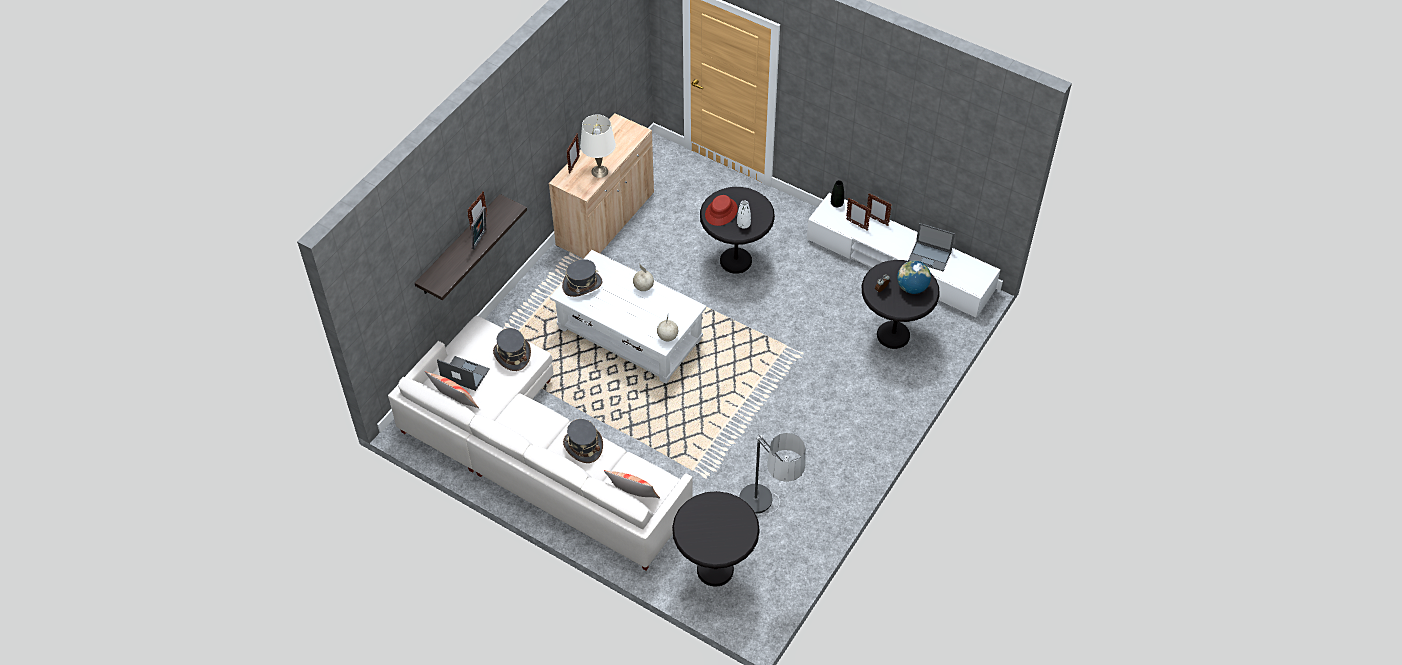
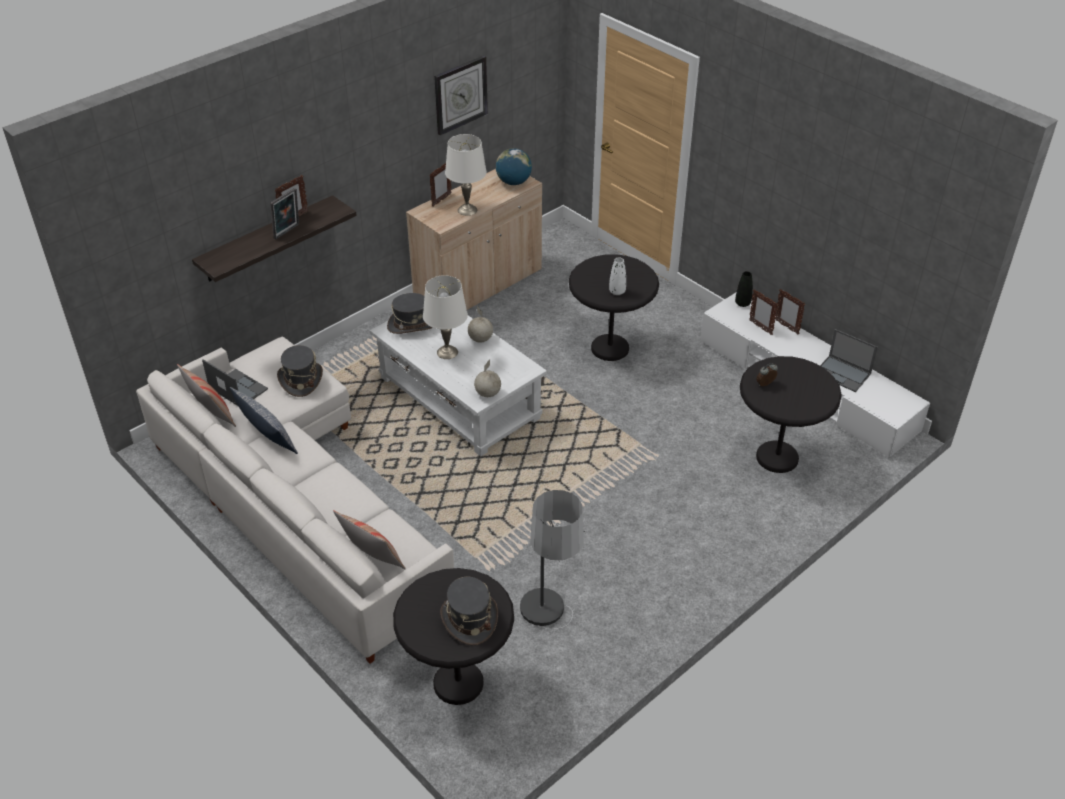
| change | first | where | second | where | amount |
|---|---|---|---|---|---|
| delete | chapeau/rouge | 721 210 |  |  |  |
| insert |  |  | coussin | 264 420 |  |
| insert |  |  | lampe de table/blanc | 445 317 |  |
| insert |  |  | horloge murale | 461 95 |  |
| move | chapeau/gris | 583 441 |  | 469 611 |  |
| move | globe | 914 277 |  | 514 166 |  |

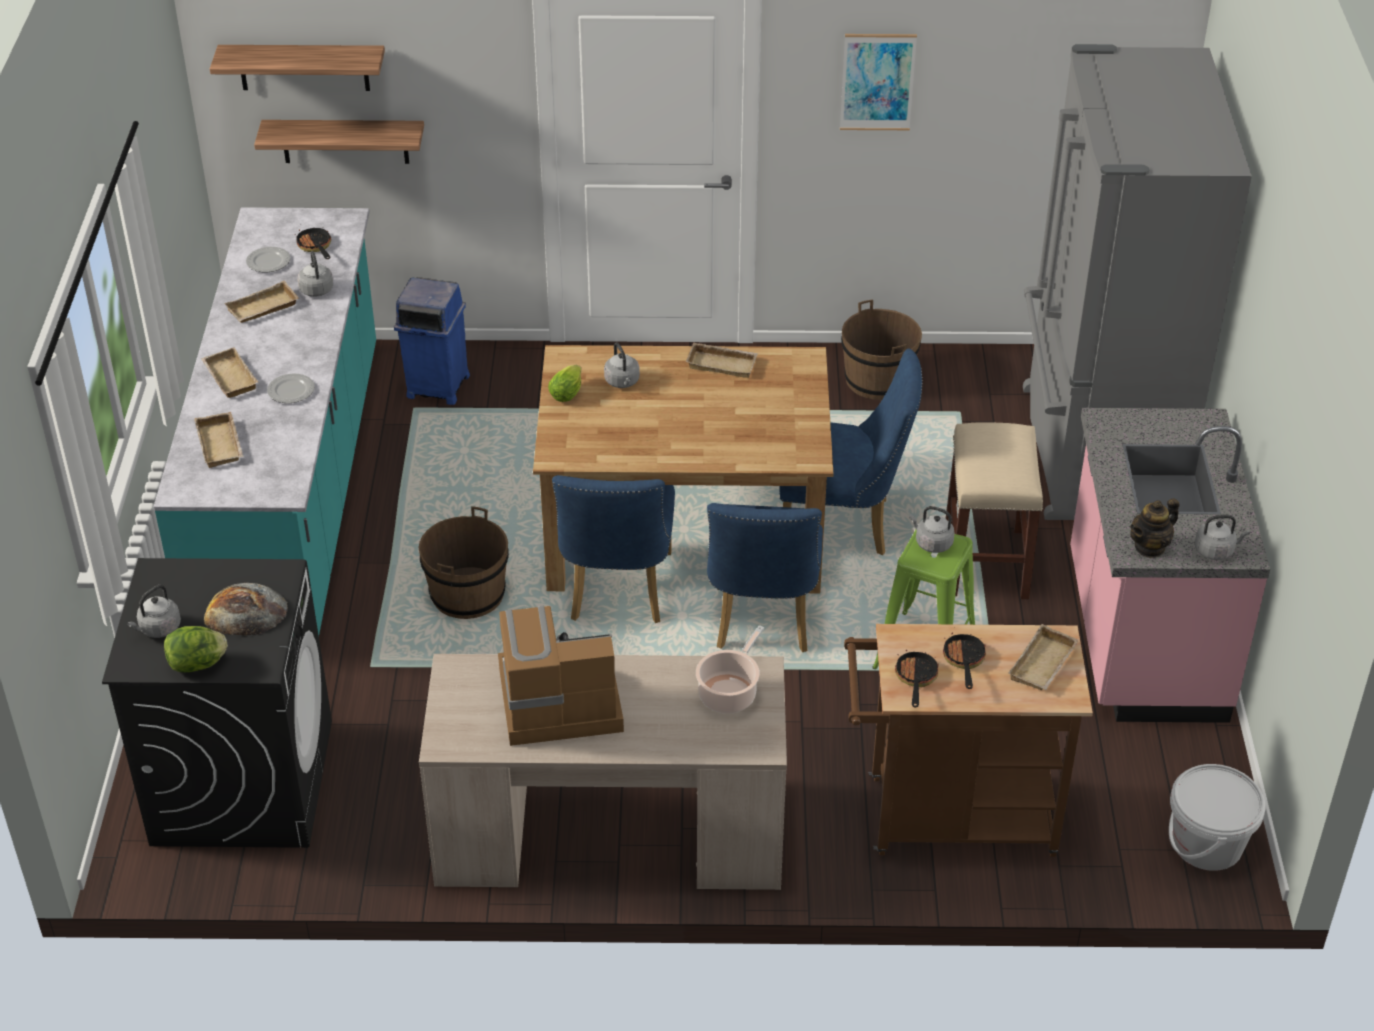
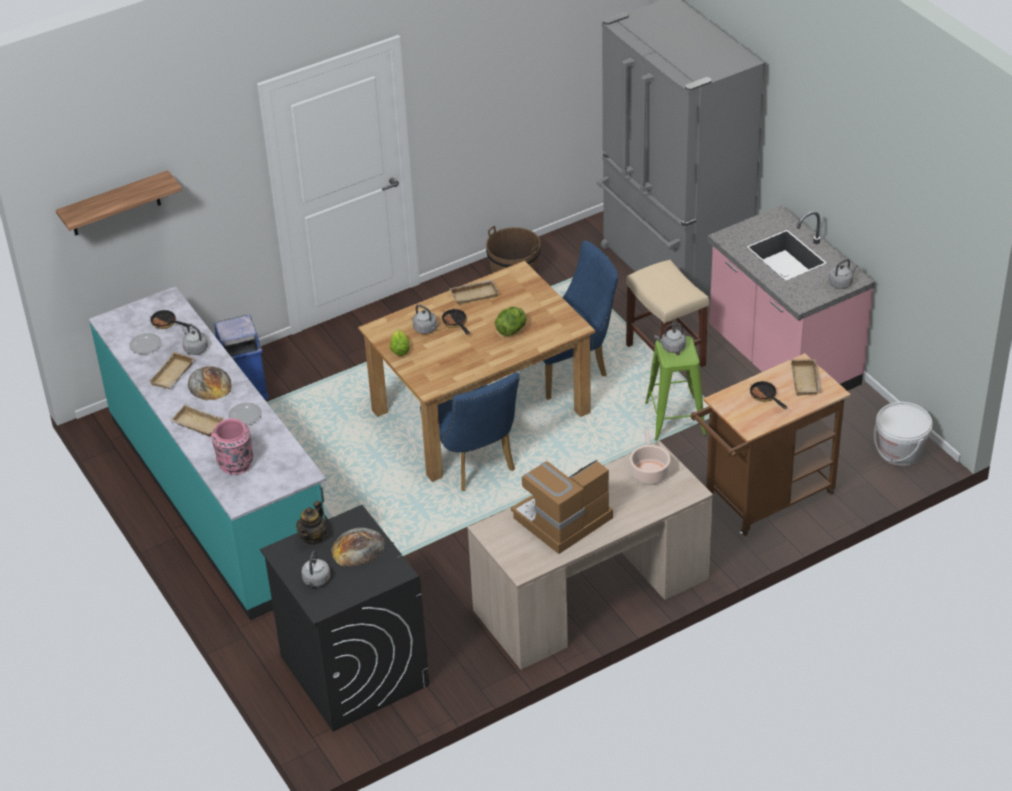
| change | first | where | second | where | amount |
|---|---|---|---|---|---|
| delete | étagère | 339 142 |  |  |  |
| delete | seau/marron | 463 562 |  |  |  |
| delete | chaise/bleu | 765 577 |  |  |  |
| delete | tableau | 878 82 |  |  |  |
| insert |  |  | pain | 210 383 |  |
| move | laitue | 196 649 |  | 510 321 |  |
| move | poêle | 917 678 |  | 456 322 |  |
| move | théière | 1154 528 |  | 311 523 |  |
| replace | plateau/beige | 218 440 | vase/rose | 232 446 |  |

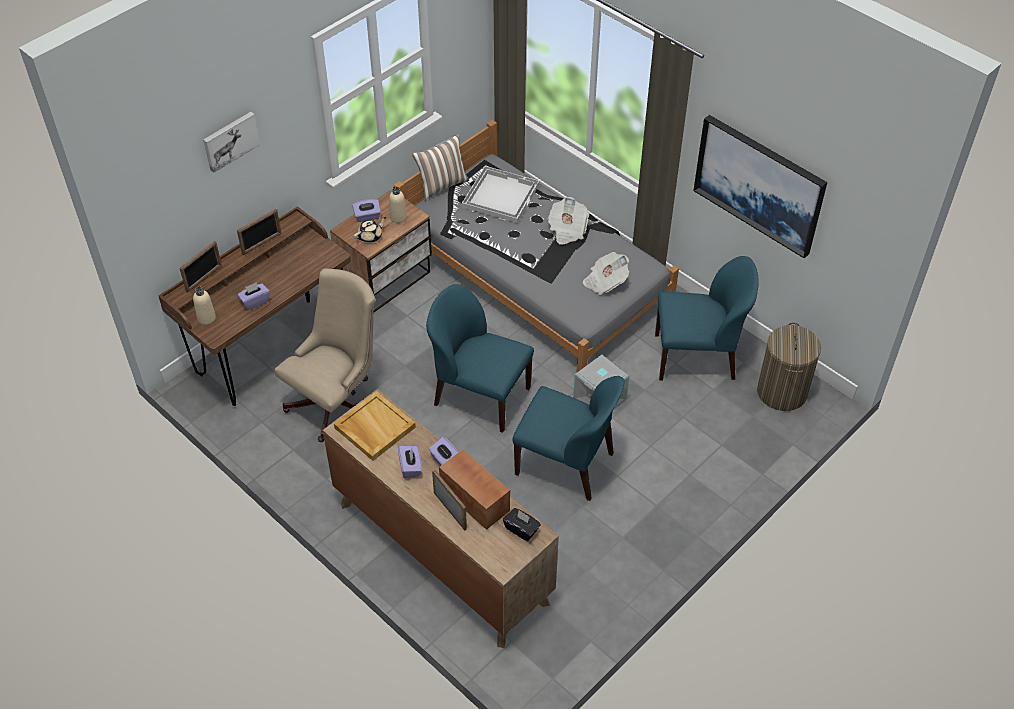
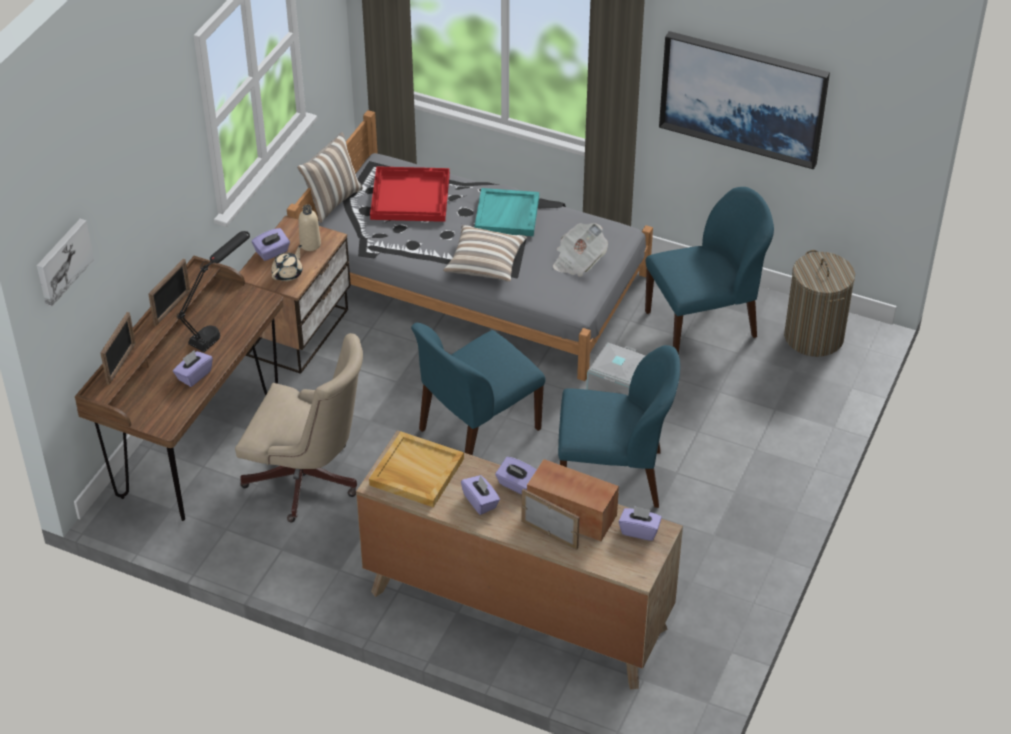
| change | first | where | second | where | amount |
|---|---|---|---|---|---|
| delete | bouteille/beige | 204 306 |  |  |  |
| insert |  |  | lampe de table/noir | 213 291 |  |
| insert |  |  | coussin | 485 253 |  |
| move | tableau | 231 142 |  | 65 263 |  |
| replace | journal | 568 221 | plateau/turquoise | 506 212 |  |
| recolor | plateau/blanc | 500 194 | plateau/rouge | 410 194 |  |
| recolor | boîte à mouchoirs/noir | 522 524 | boîte à mouchoirs/violet | 640 523 |  |
| rotate | chaise de bureau/beige | 325 355 |  | 299 428 | 90 degrees clockwise |
| rotate | chaise/bleu | 480 358 |  | 478 389 | 45 degrees counterclockwise |

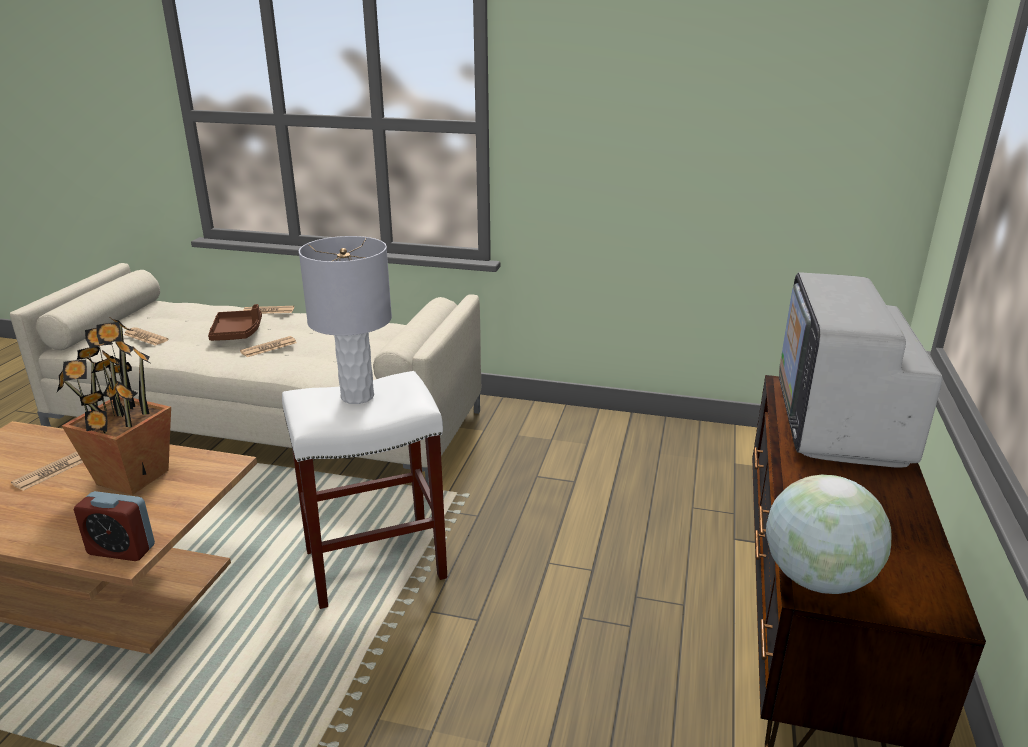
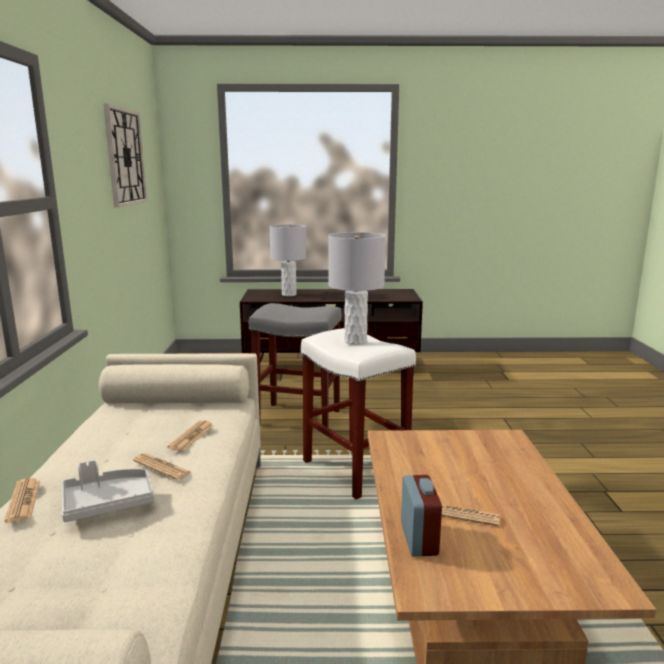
| change | first | where | second | where | amount |
|---|---|---|---|---|---|
| delete | plante en pot | 114 406 |  |  |  |
| delete | globe | 829 534 |  |  |  |
| insert |  |  | horloge murale | 125 156 |  |
| insert |  |  | tabouret/gris | 295 365 |  |
| move | réveil | 114 526 |  | 421 516 |  |
| move | journal | 146 336 |  | 190 435 |  |
| replace | téléviseur | 861 370 | lampe de table/gris | 288 260 |  |
| recolor | plateau/marron | 235 322 | plateau/gris | 108 491 |  |

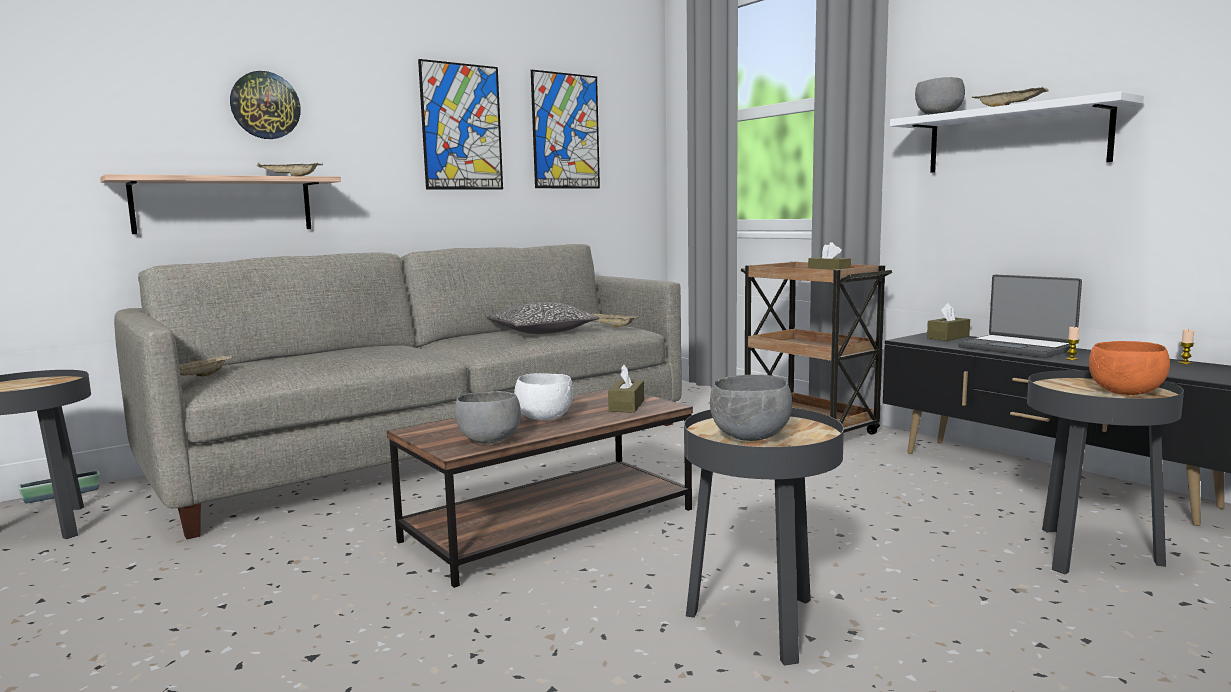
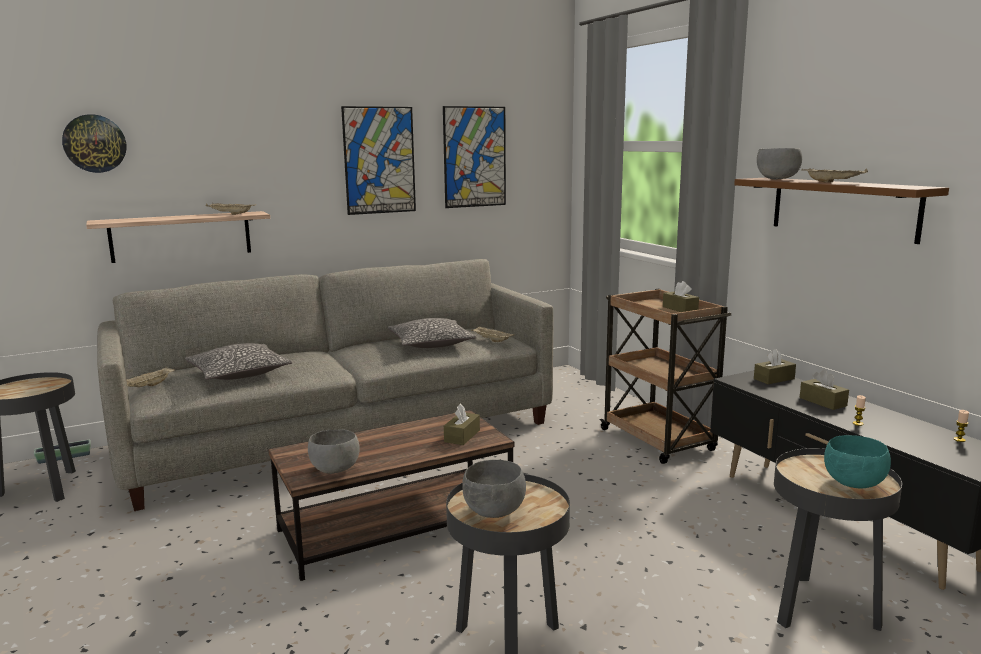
| change | first | where | second | where | amount |
|---|---|---|---|---|---|
| delete | bol/blanc | 543 396 |  |  |  |
| insert |  |  | coussin | 238 361 |  |
| move | horloge murale | 265 105 |  | 94 143 |  |
| replace | ordinateur portable | 1020 316 | boîte à mouchoirs/marron | 824 390 |  |
| recolor | étagère/blanc | 1017 132 | étagère/marron | 841 211 |  |
| recolor | bol/orange | 1129 368 | bol/turquoise | 857 461 |  |

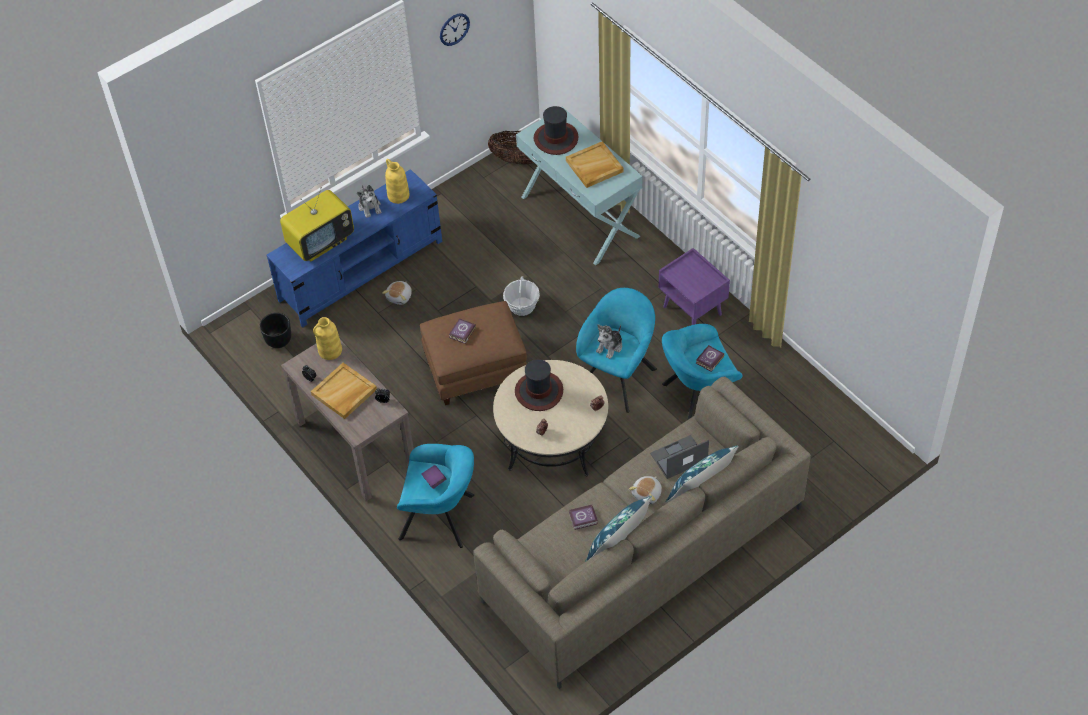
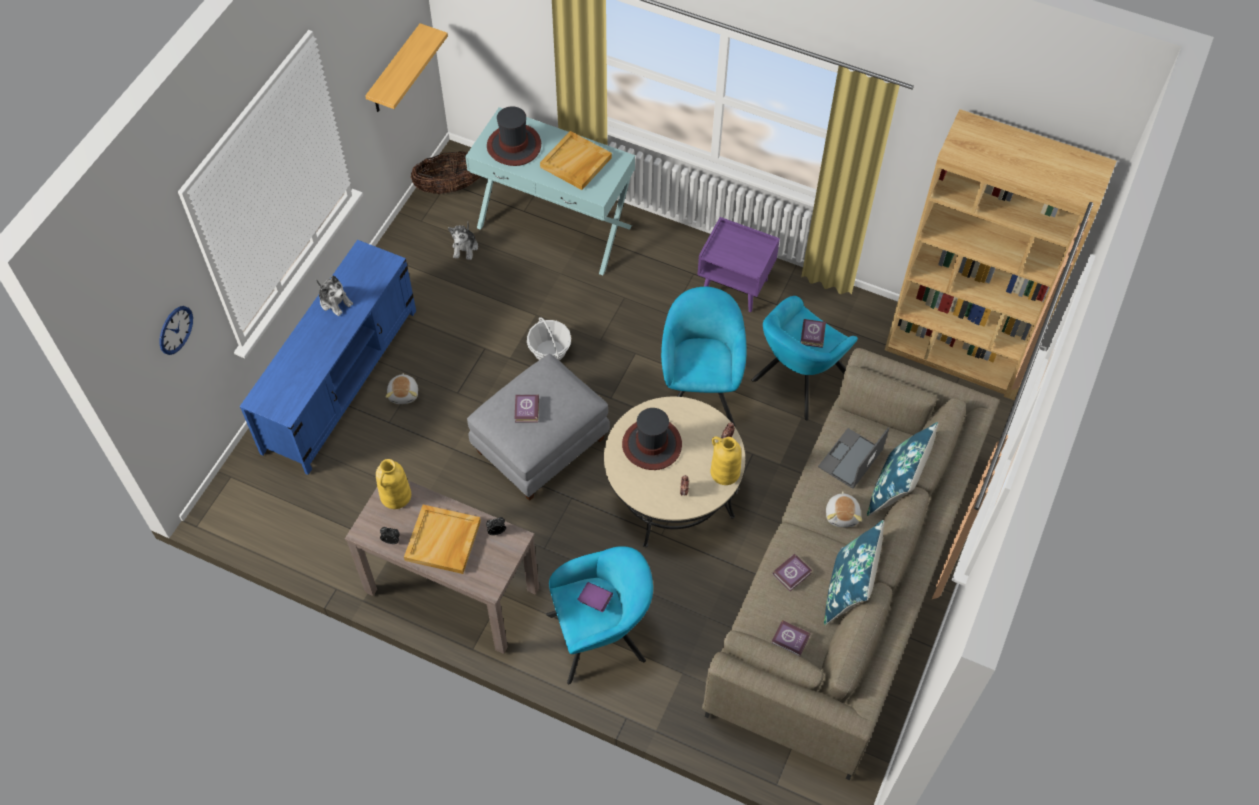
| change | first | where | second | where | amount |
|---|---|---|---|---|---|
| delete | cache-pot/noir | 275 330 |  |  |  |
| delete | téléviseur | 317 224 |  |  |  |
| insert |  |  | étagère | 406 67 |  |
| insert |  |  | livre | 791 638 |  |
| insert |  |  | bibliothèque/marron | 1001 255 |  |
| move | vase/jaune | 397 181 |  | 726 461 |  |
| move | horloge murale | 455 29 |  | 176 330 |  |
| move | peluche | 609 341 |  | 463 241 |  |
| recolor | pouf/marron | 473 353 | pouf/gris | 538 427 |  |

